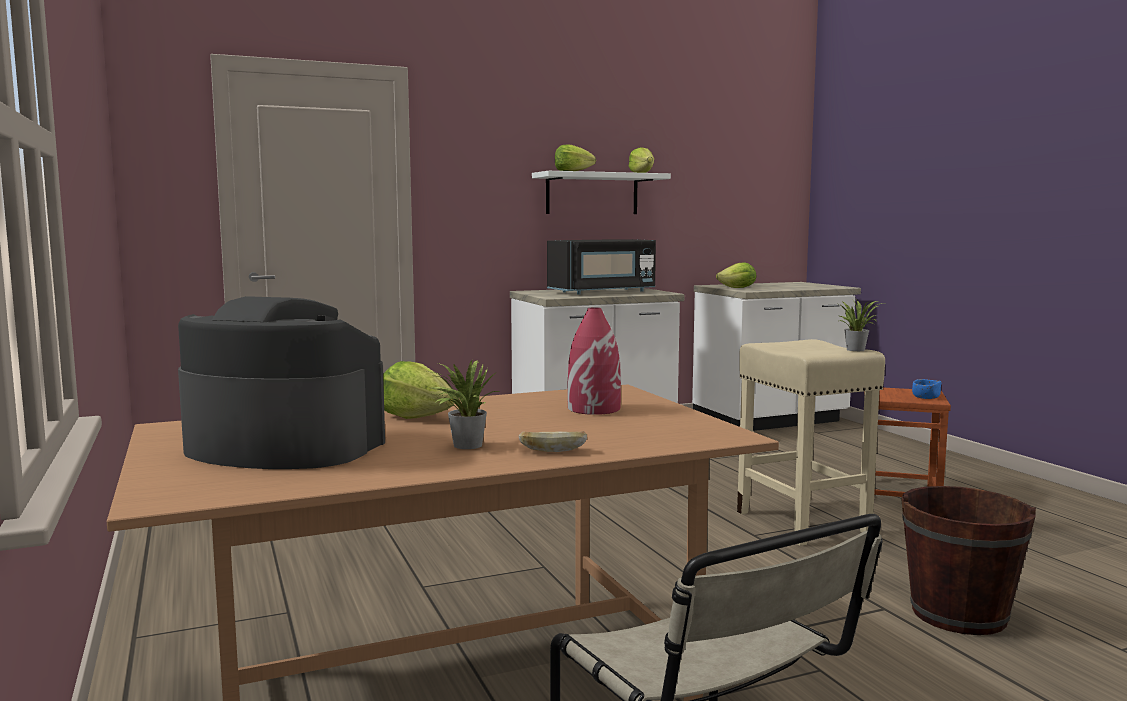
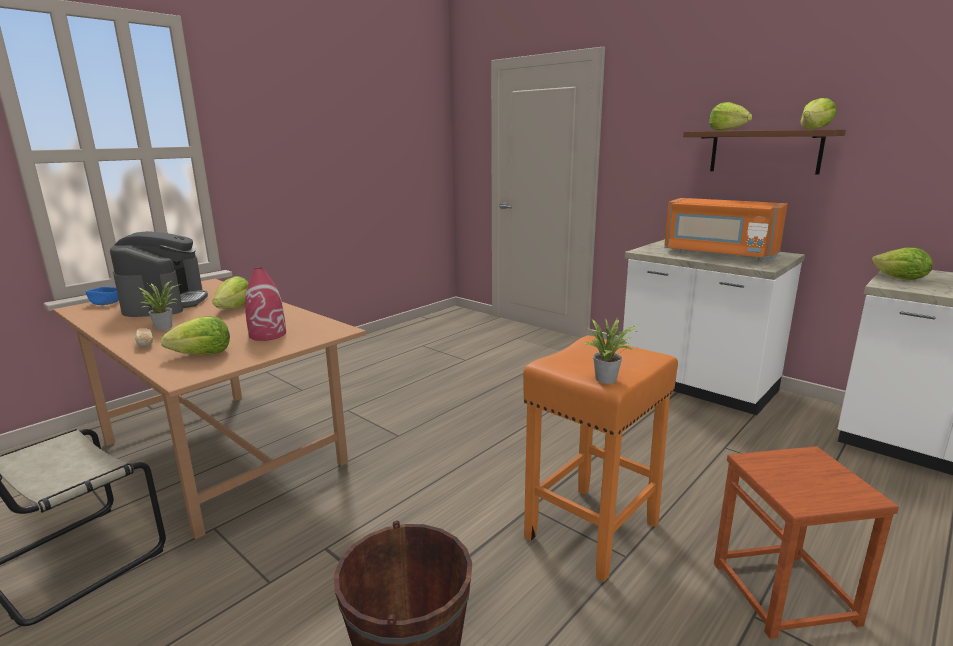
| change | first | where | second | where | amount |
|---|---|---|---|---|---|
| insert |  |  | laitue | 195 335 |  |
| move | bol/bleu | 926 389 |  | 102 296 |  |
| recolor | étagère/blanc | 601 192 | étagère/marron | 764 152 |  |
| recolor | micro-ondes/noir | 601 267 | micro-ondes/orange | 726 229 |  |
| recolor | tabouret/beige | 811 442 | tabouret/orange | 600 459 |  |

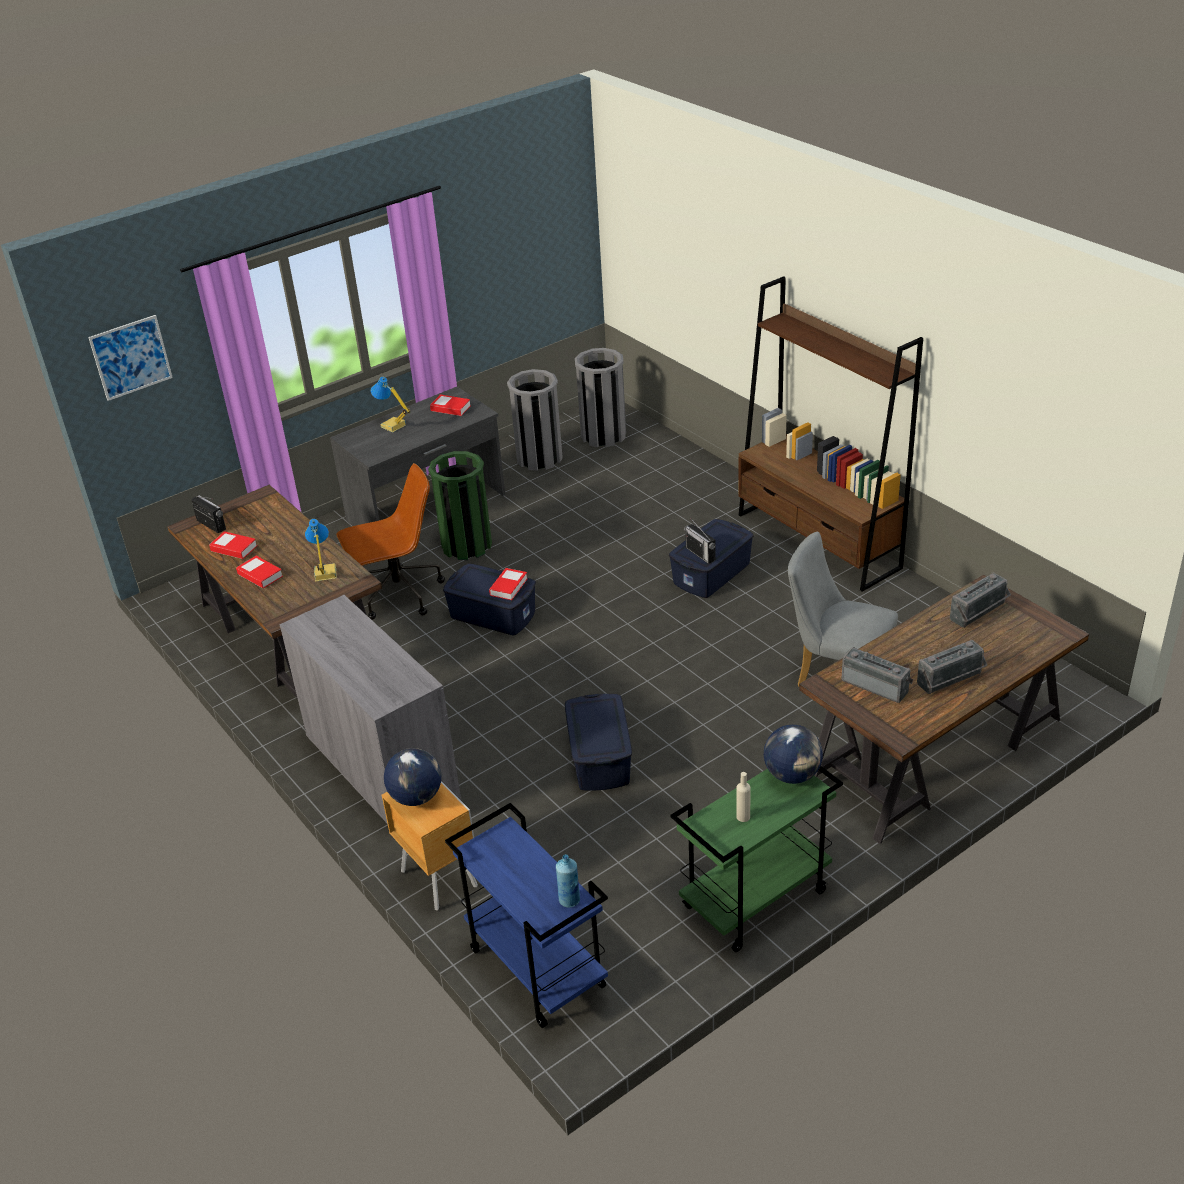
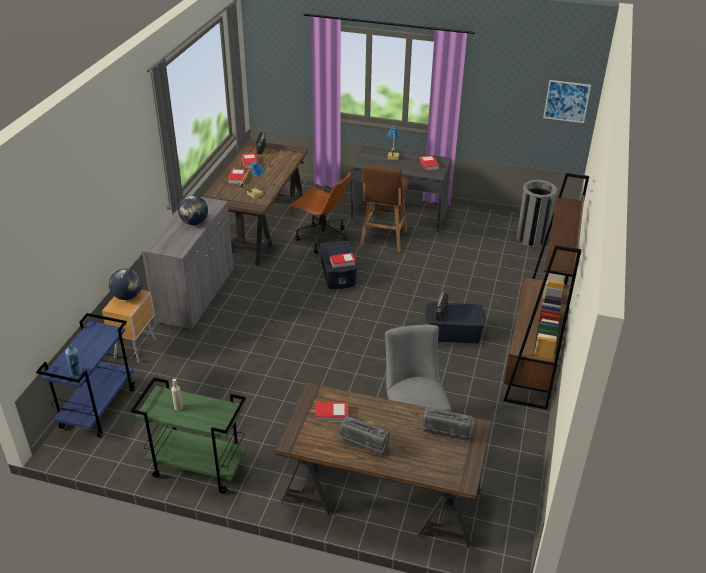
| change | first | where | second | where | amount |
|---|---|---|---|---|---|
| delete | poubelle/gris | 535 420 |  |  |  |
| delete | boîte de rangement/bleu | 598 742 |  |  |  |
| move | tableau | 130 358 |  | 567 101 |  |
| move | globe | 793 754 |  | 193 210 |  |
| replace | poubelle/vert | 460 505 | tabouret/marron | 384 208 |  |
| replace | radio | 877 675 | livre | 331 412 |  |

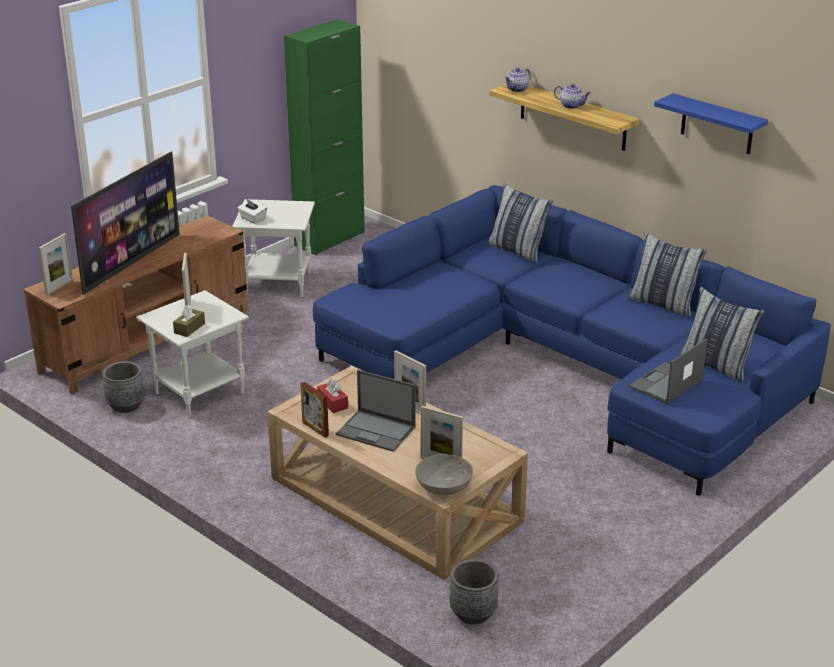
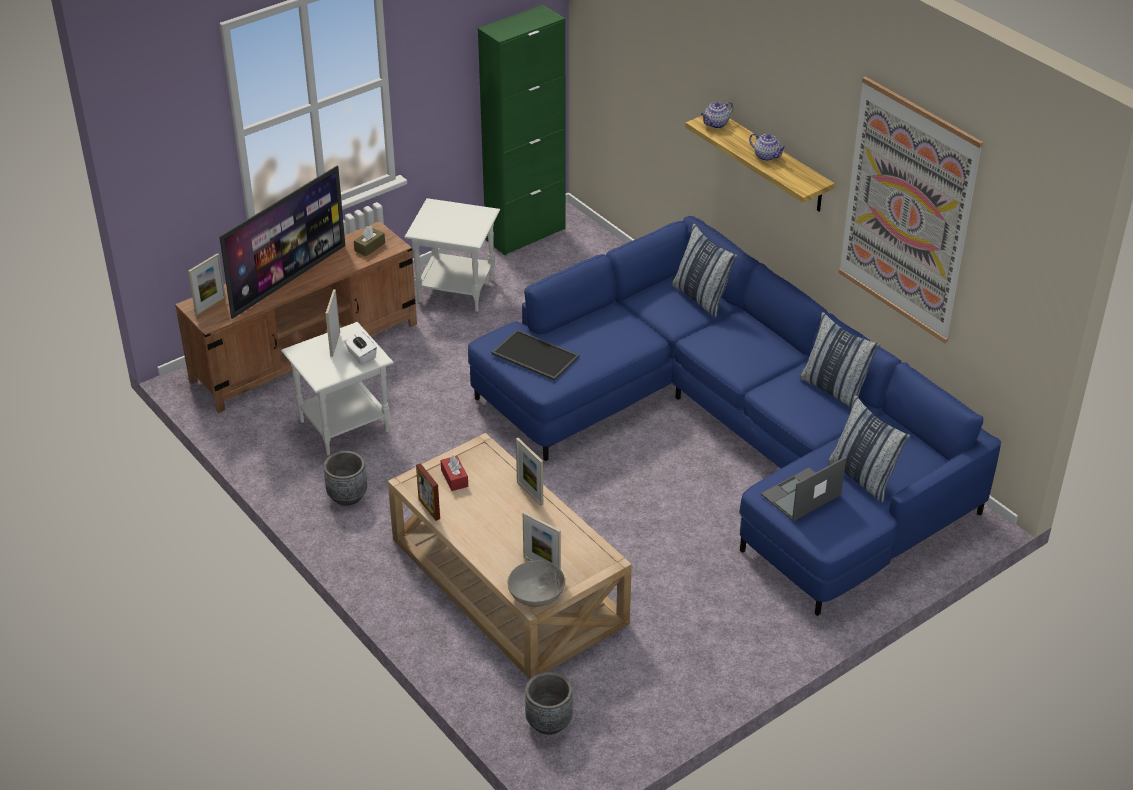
| change | first | where | second | where | amount |
|---|---|---|---|---|---|
| delete | ordinateur portable | 376 411 |  |  |  |
| insert |  |  | plateau | 535 355 |  |
| move | cache-pot/gris | 123 387 |  | 345 478 |  |
| move | boîte à mouchoirs/marron | 189 321 |  | 369 241 |  |
| move | boîte à mouchoirs/blanc | 252 211 |  | 360 347 |  |
| replace | étagère/bleu | 711 123 | tableau | 910 209 |  |

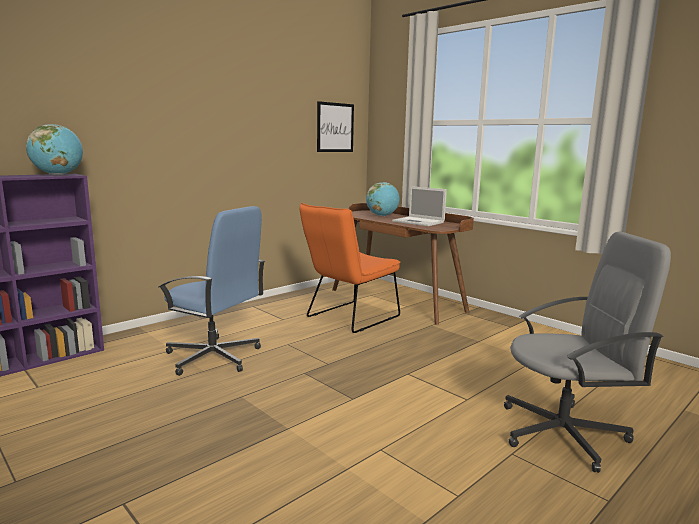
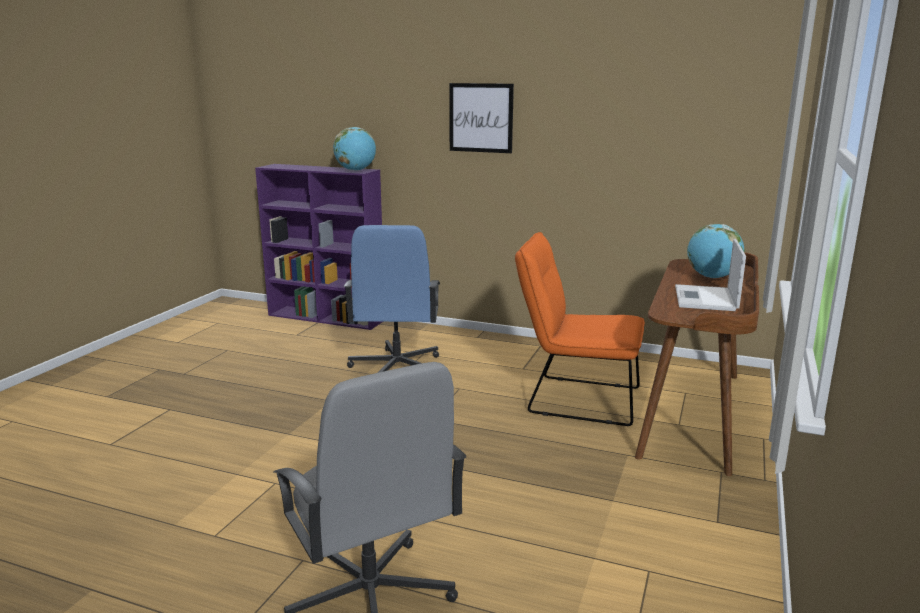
| change | first | where | second | where | amount |
|---|---|---|---|---|---|
| move | tableau | 335 126 |  | 481 118 |  |

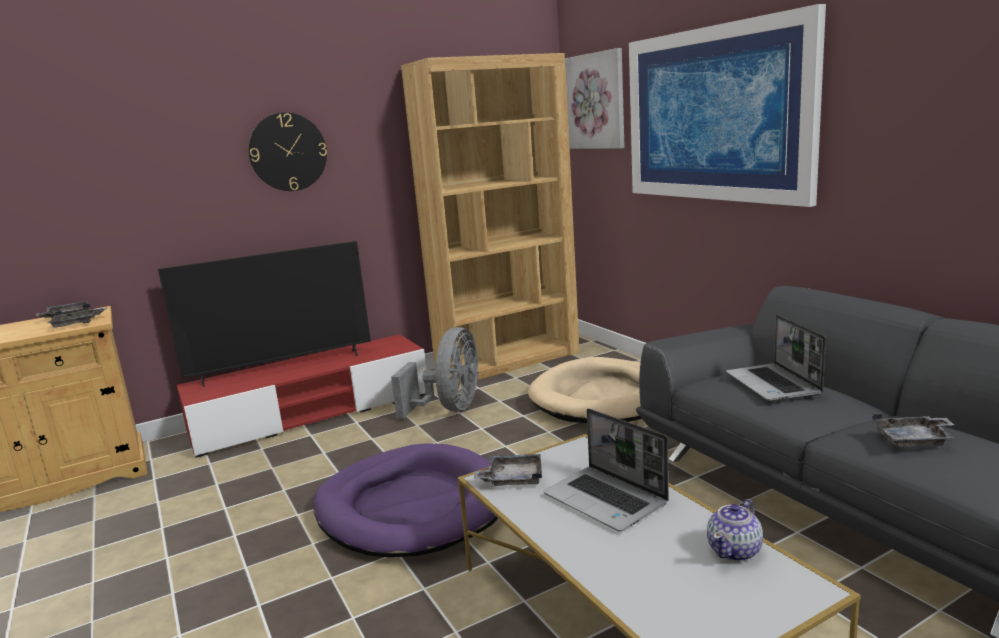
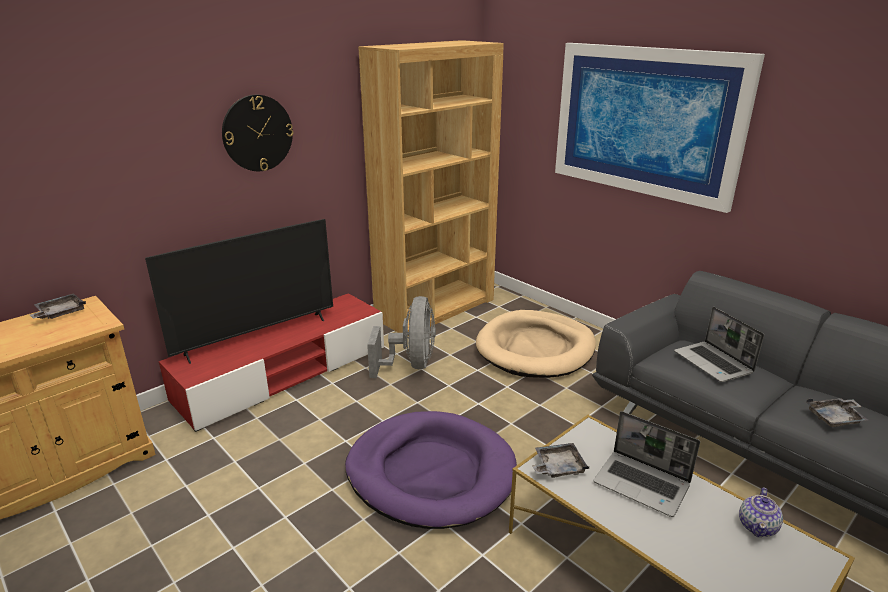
| change | first | where | second | where | amount |
|---|---|---|---|---|---|
| delete | plateau/gris | 77 317 |  |  |  |
| delete | tableau | 595 98 |  |  |  |

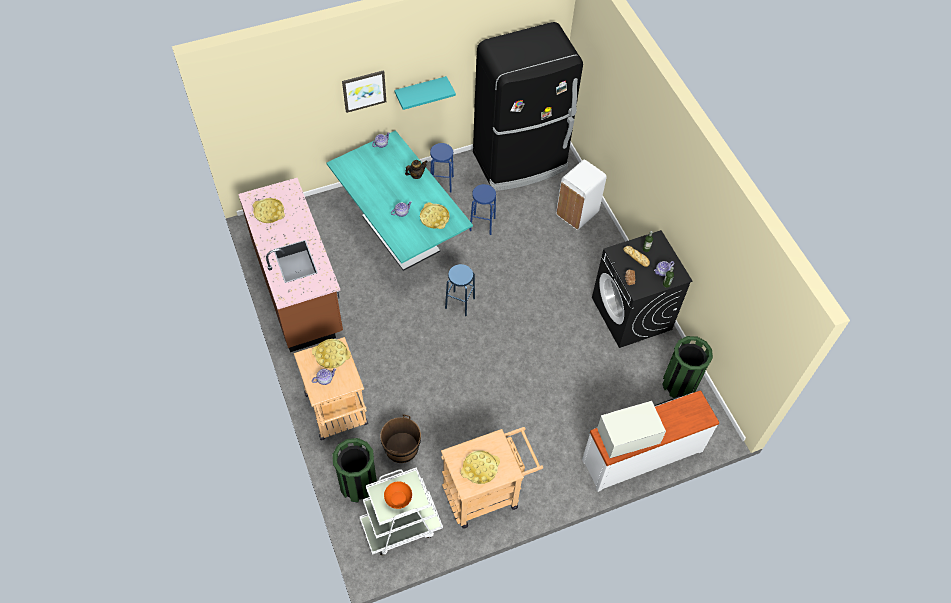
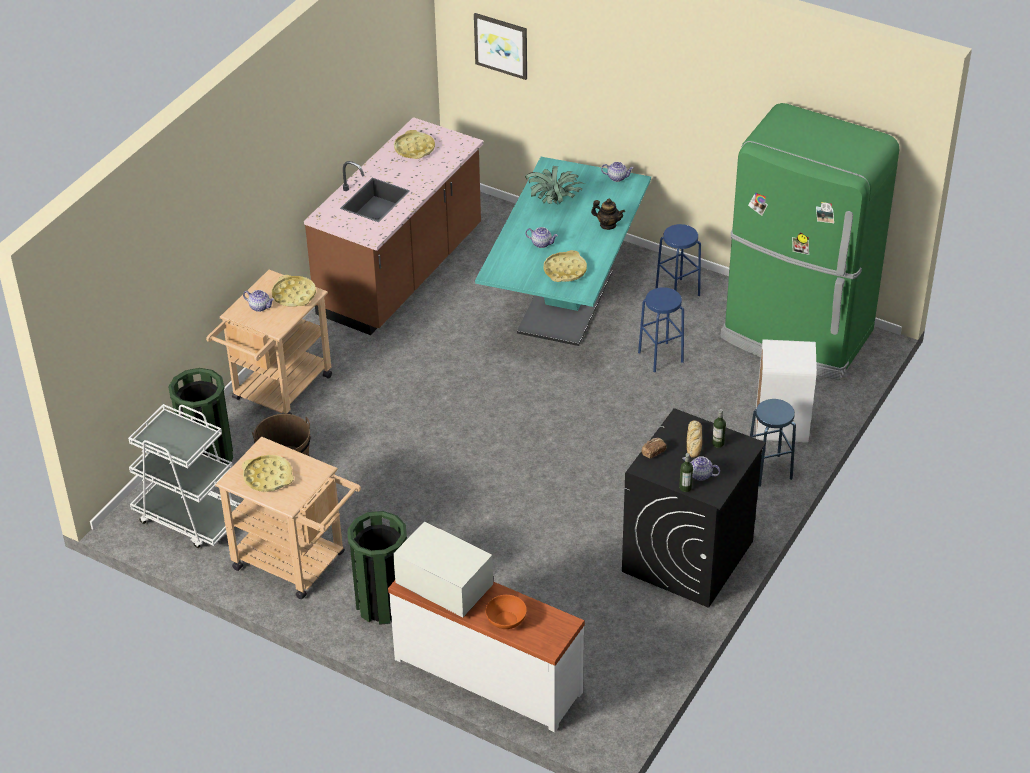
| change | first | where | second | where | amount |
|---|---|---|---|---|---|
| delete | étagère/turquoise | 425 93 |  |  |  |
| insert |  |  | plante en pot | 555 185 |  |
| move | tableau | 364 91 |  | 500 46 |  |
| move | bol/orange | 398 495 |  | 506 612 |  |
| move | tabouret/bleu | 460 290 |  | 773 443 |  |
| move | poubelle/vert | 687 367 |  | 377 568 |  |
| recolor | réfrigérateur/noir | 528 106 | réfrigérateur/vert | 809 241 |  |

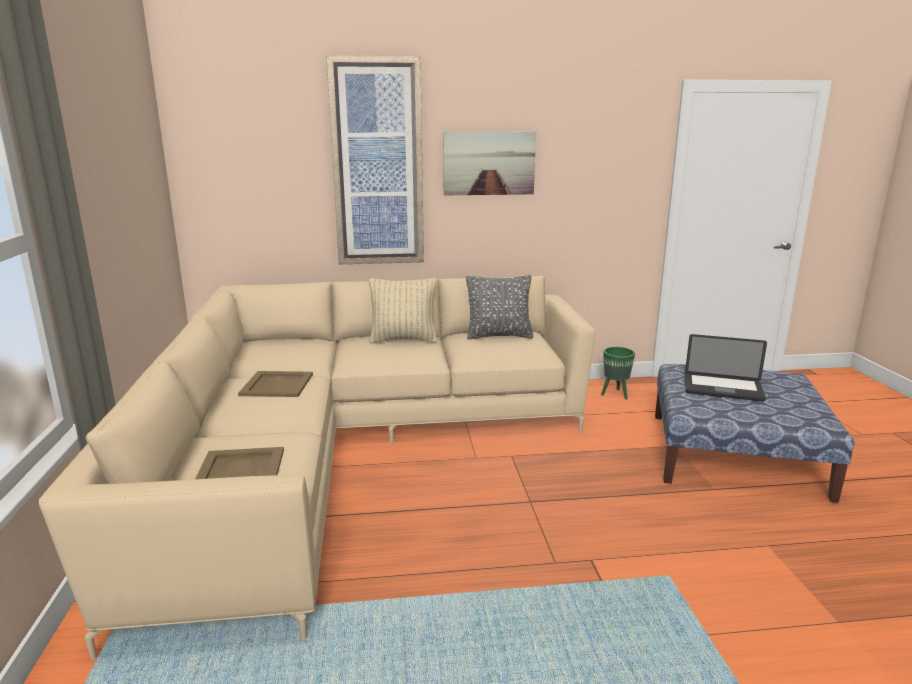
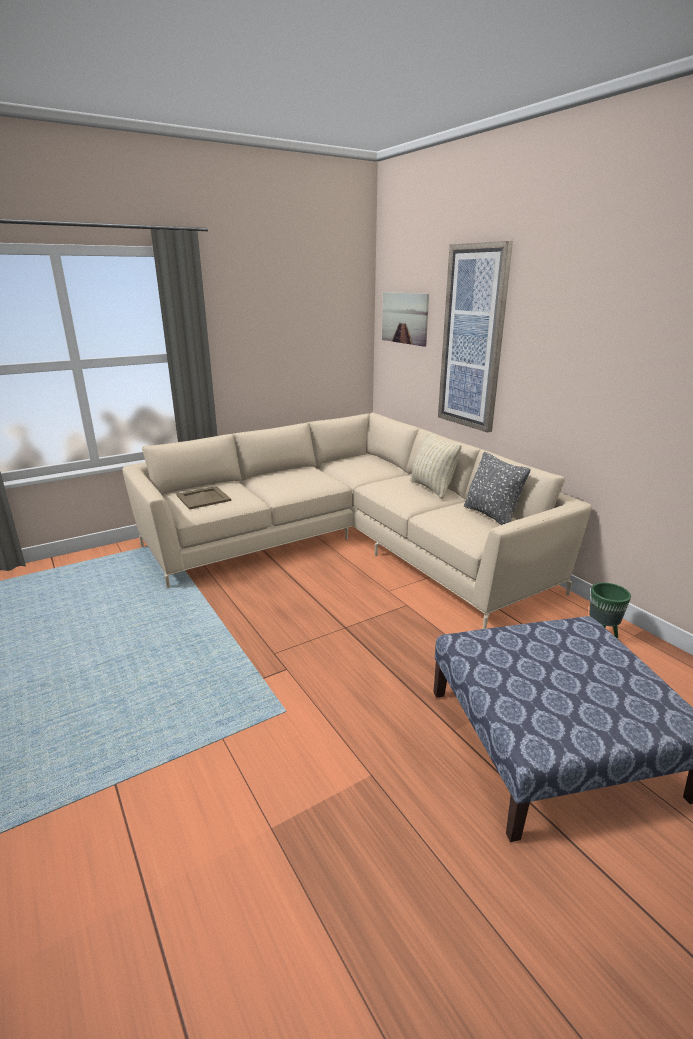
| change | first | where | second | where | amount |
|---|---|---|---|---|---|
| delete | plateau/beige | 275 384 |  |  |  |
| delete | ordinateur portable | 726 367 |  |  |  |
| move | tableau | 489 163 |  | 405 319 |  |

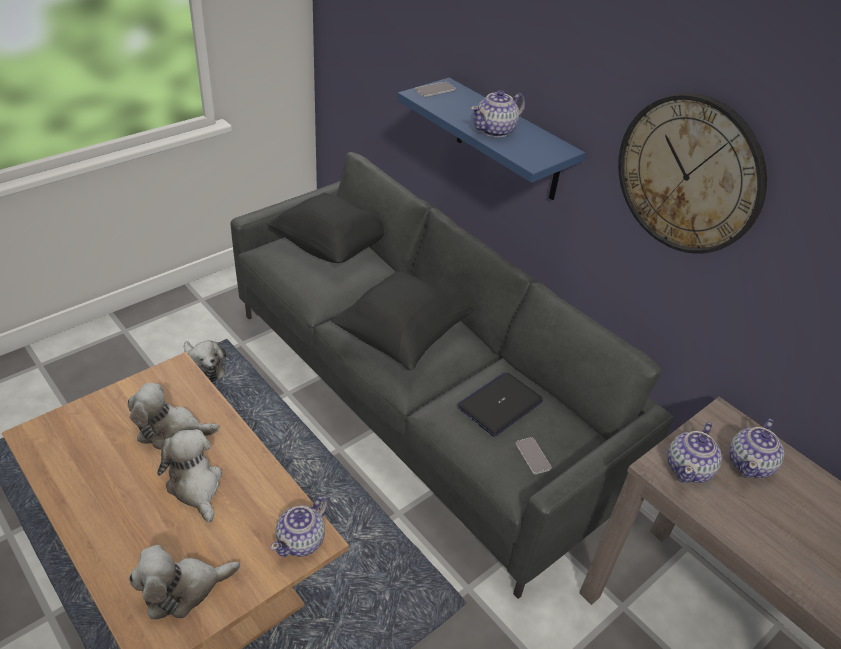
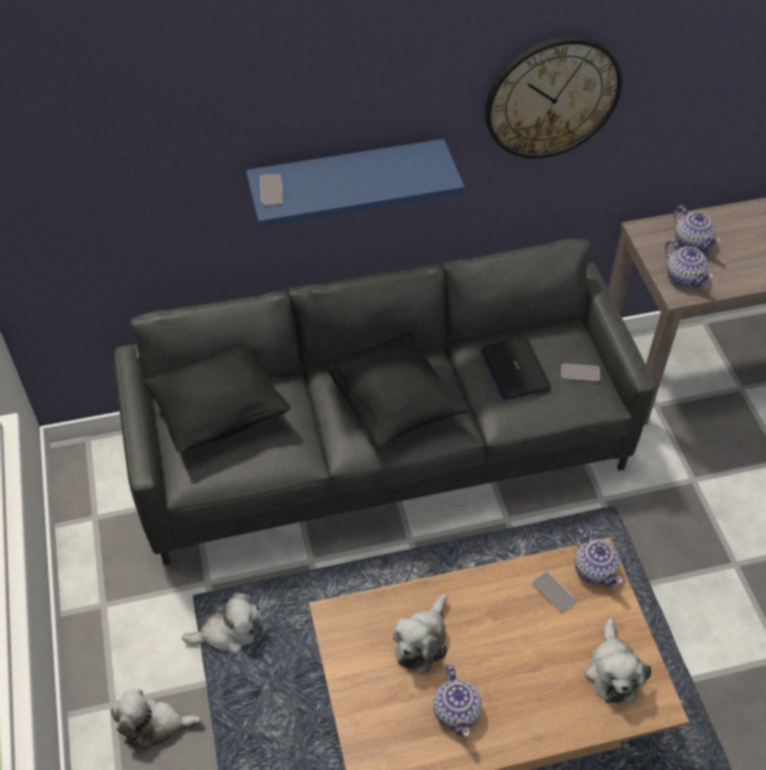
| change | first | where | second | where | amount |
|---|---|---|---|---|---|
| insert |  |  | téléphone | 554 591 |  |
| move | peluche | 189 475 |  | 156 719 |  |
| move | théière | 498 114 |  | 457 700 |  |

